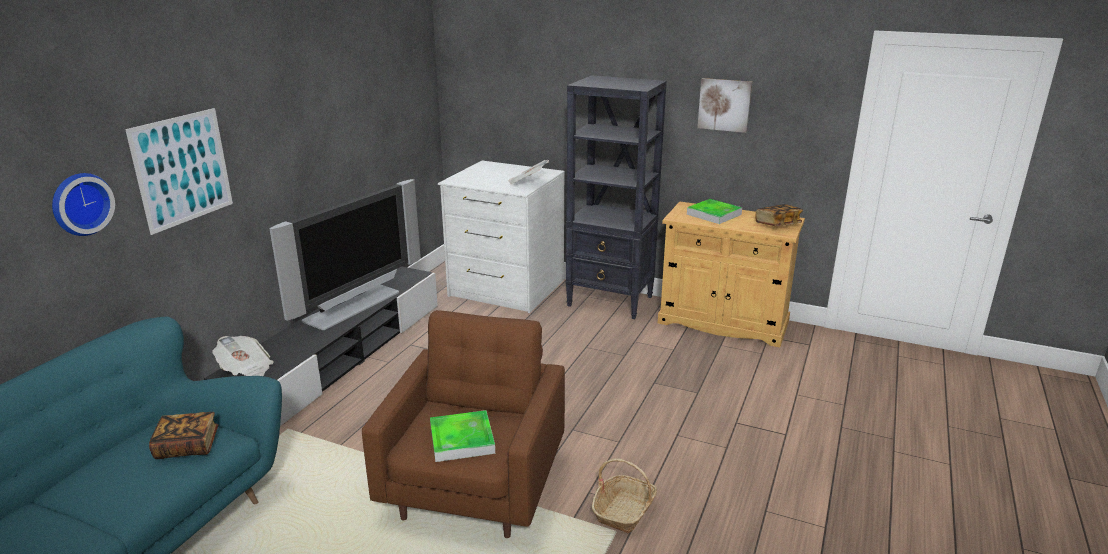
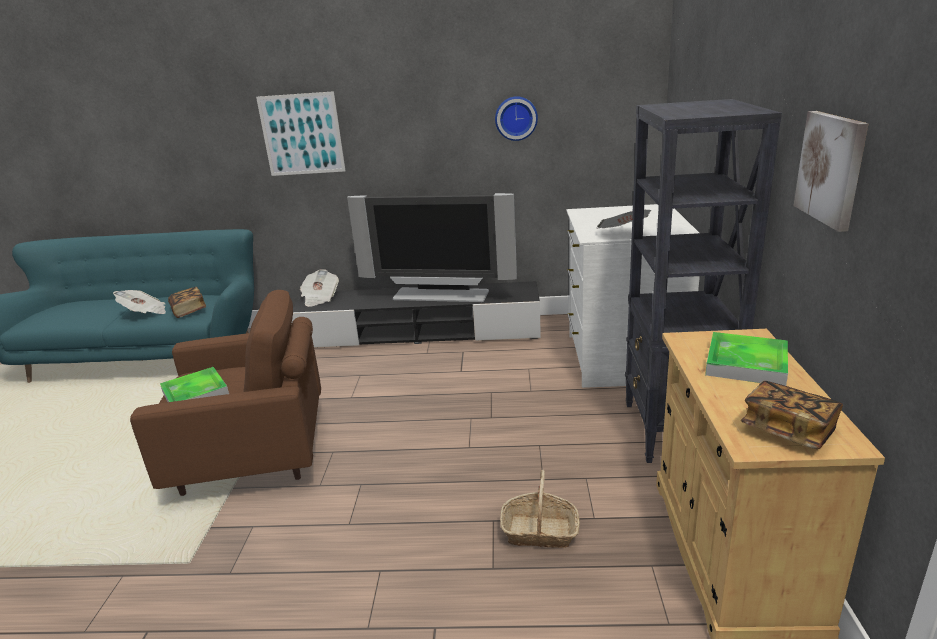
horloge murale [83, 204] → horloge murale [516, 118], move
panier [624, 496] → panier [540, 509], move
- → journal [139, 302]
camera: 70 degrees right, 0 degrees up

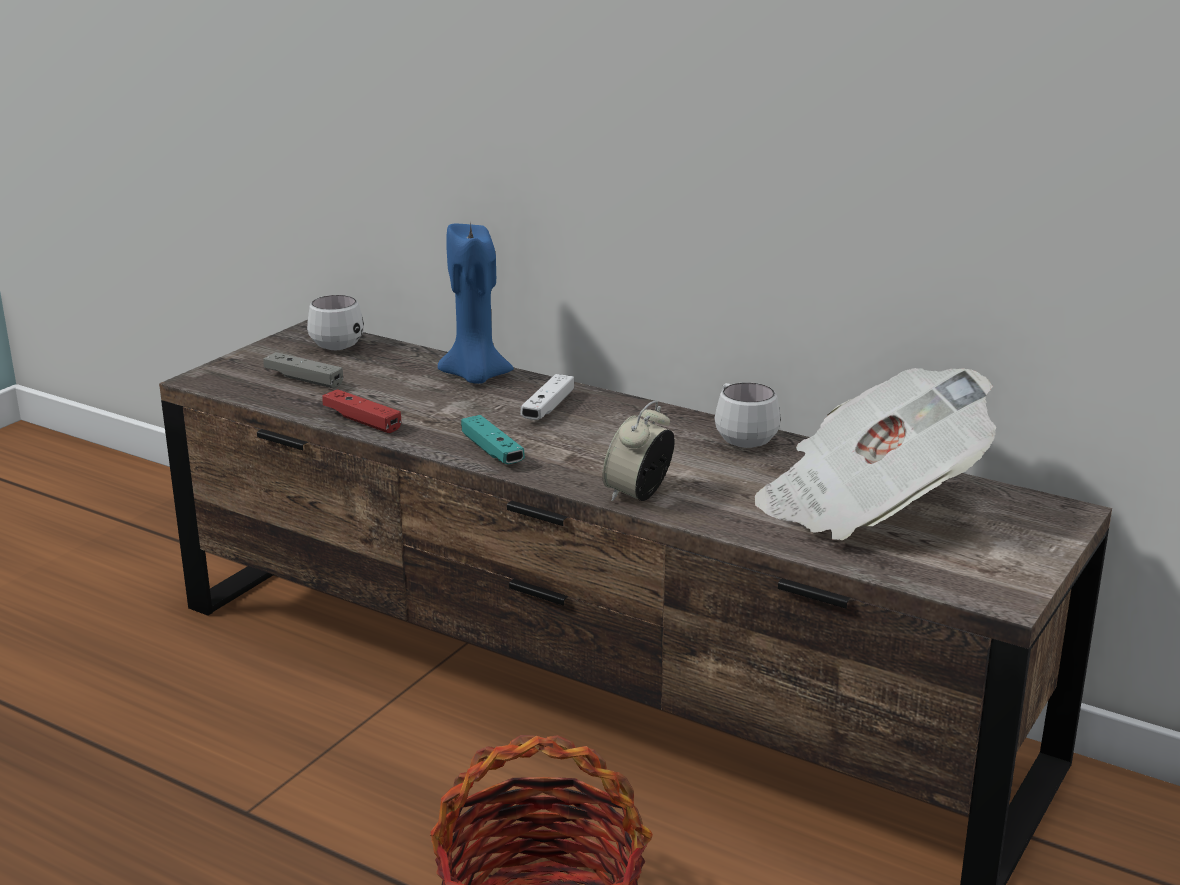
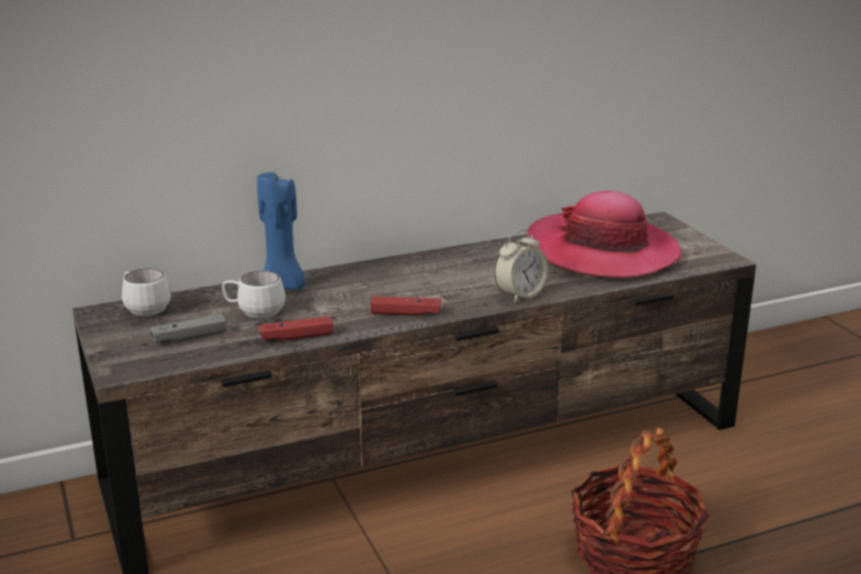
manette/turquoise [493, 439] → manette/rouge [406, 306]
manette/blanc [547, 397] → -
réveil [638, 451] → réveil [521, 266], 105 degrees counterclockwise
mug/blanc [748, 415] → mug/blanc [254, 295], move
journal [875, 454] → chapeau [604, 234]
camera: 55 degrees left, 0 degrees up

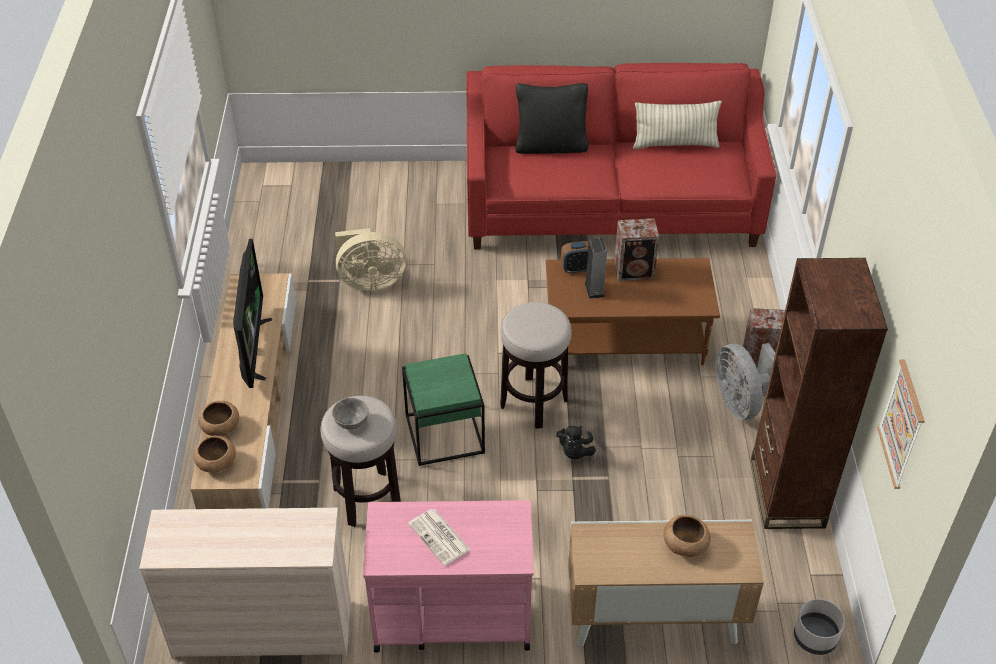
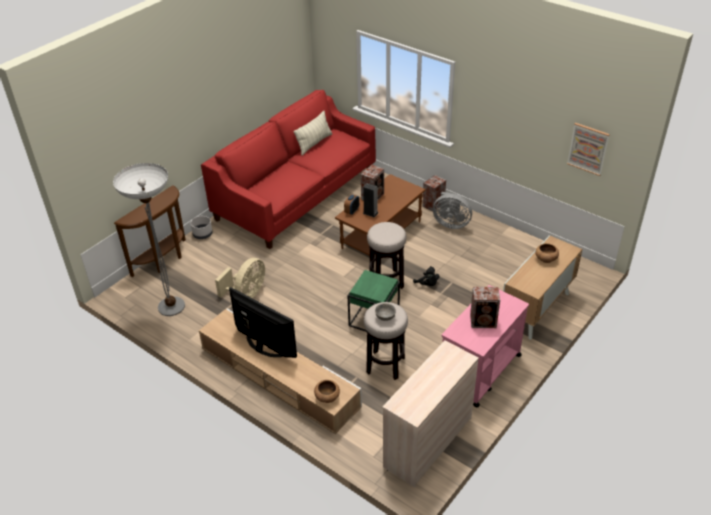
bol/marron [218, 418] → -
journal [439, 537] → enceinte [485, 307]
coussin/noir [551, 118] → -
bibliothèque/marron [819, 393] → -
cache-pot/gris [819, 627] → cache-pot/gris [202, 227], move
- → lampadaire [149, 239]
- → table console/marron [150, 231]
camera: 50 degrees left, 5 degrees down

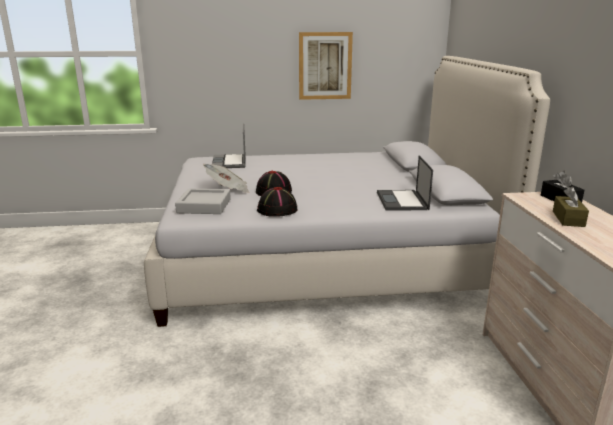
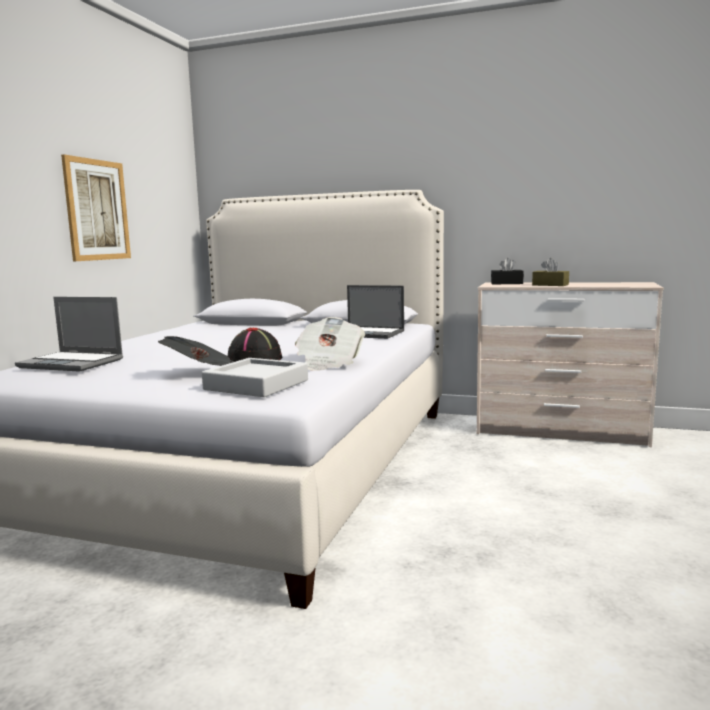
chapeau/noir [277, 202] → journal [330, 344]
camera: 65 degrees left, 10 degrees down

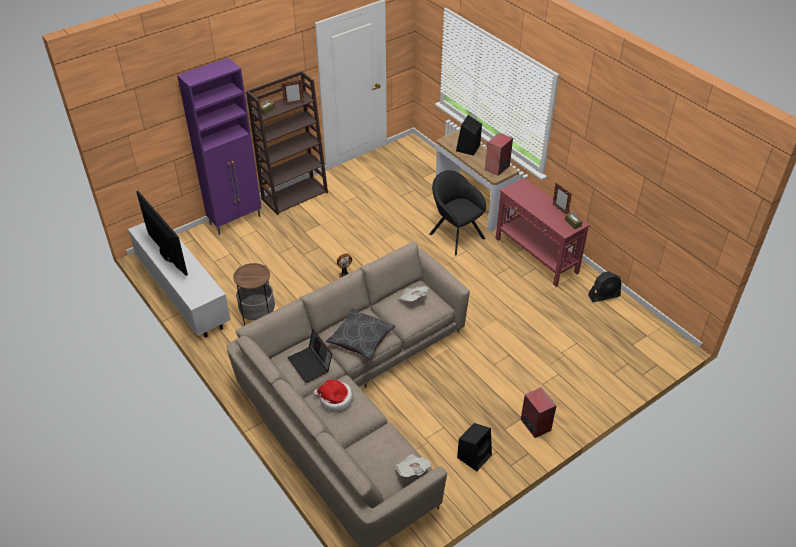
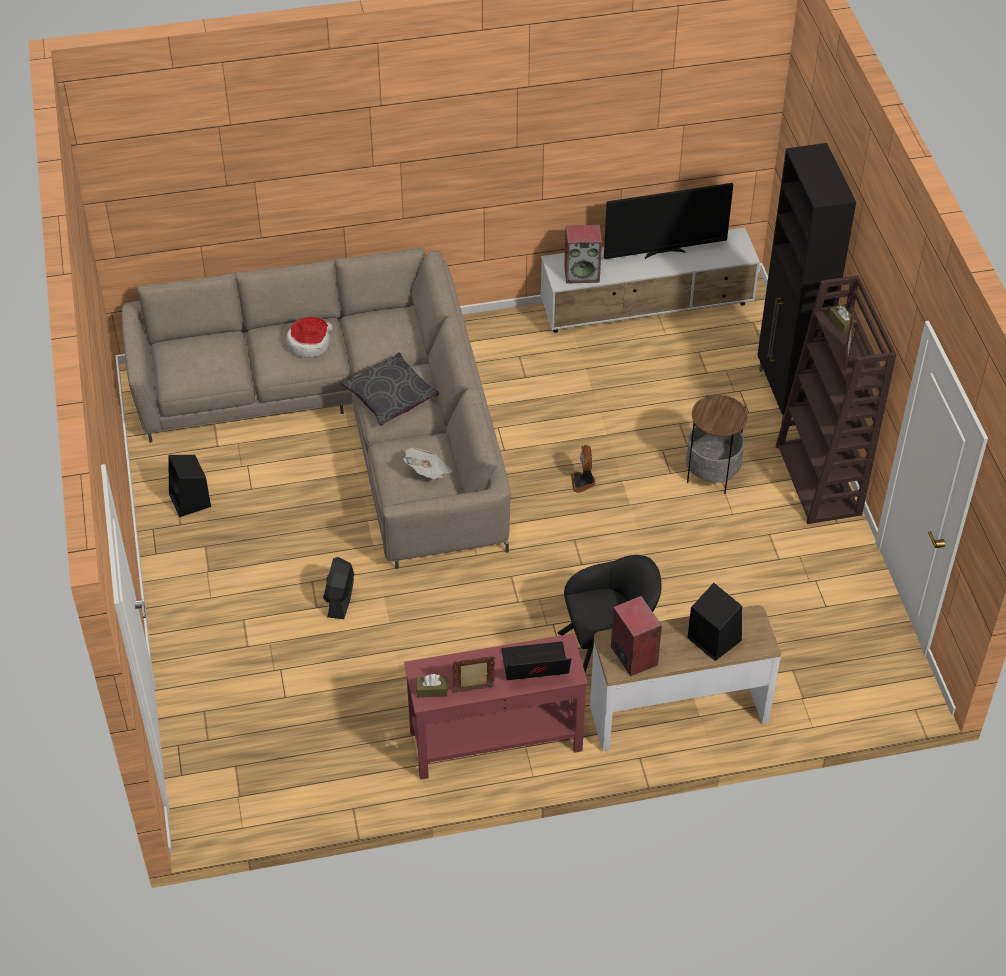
meuble de rangement/violet [219, 146] → meuble de rangement/noir [806, 283]
table d'appoint [254, 294] → table d'appoint [717, 444], move
ordinateur portable [309, 356] → ordinateur portable [536, 660], move
journal [413, 465] → -
enceinte [538, 412] → enceinte [583, 254], move
ventilateur/noir [605, 286] → ventilateur/noir [338, 588], move
camera: 115 degrees right, 5 degrees up

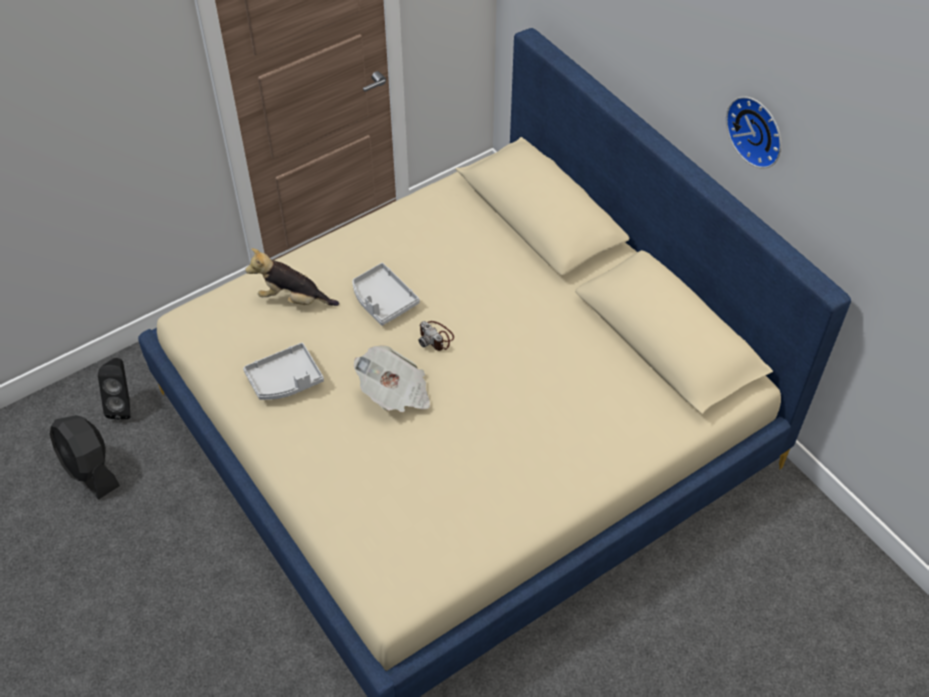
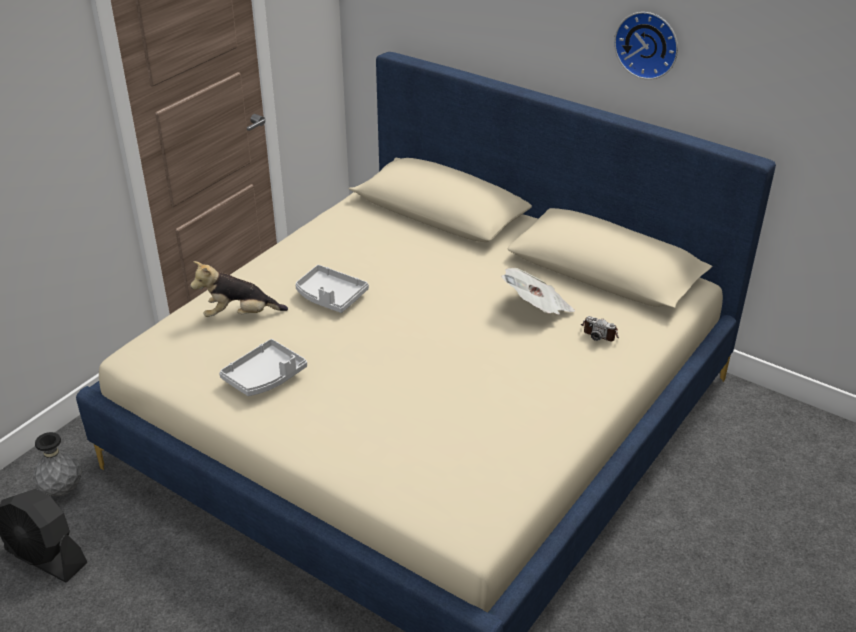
enceinte/noir [114, 389] → vase/gris [57, 464]
journal [392, 378] → journal [538, 291], move
appareil photo [436, 336] → appareil photo [600, 328], move
camera: 20 degrees left, 15 degrees down

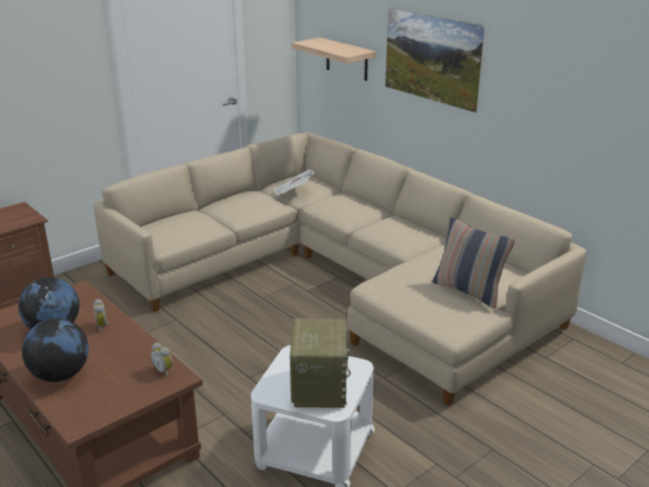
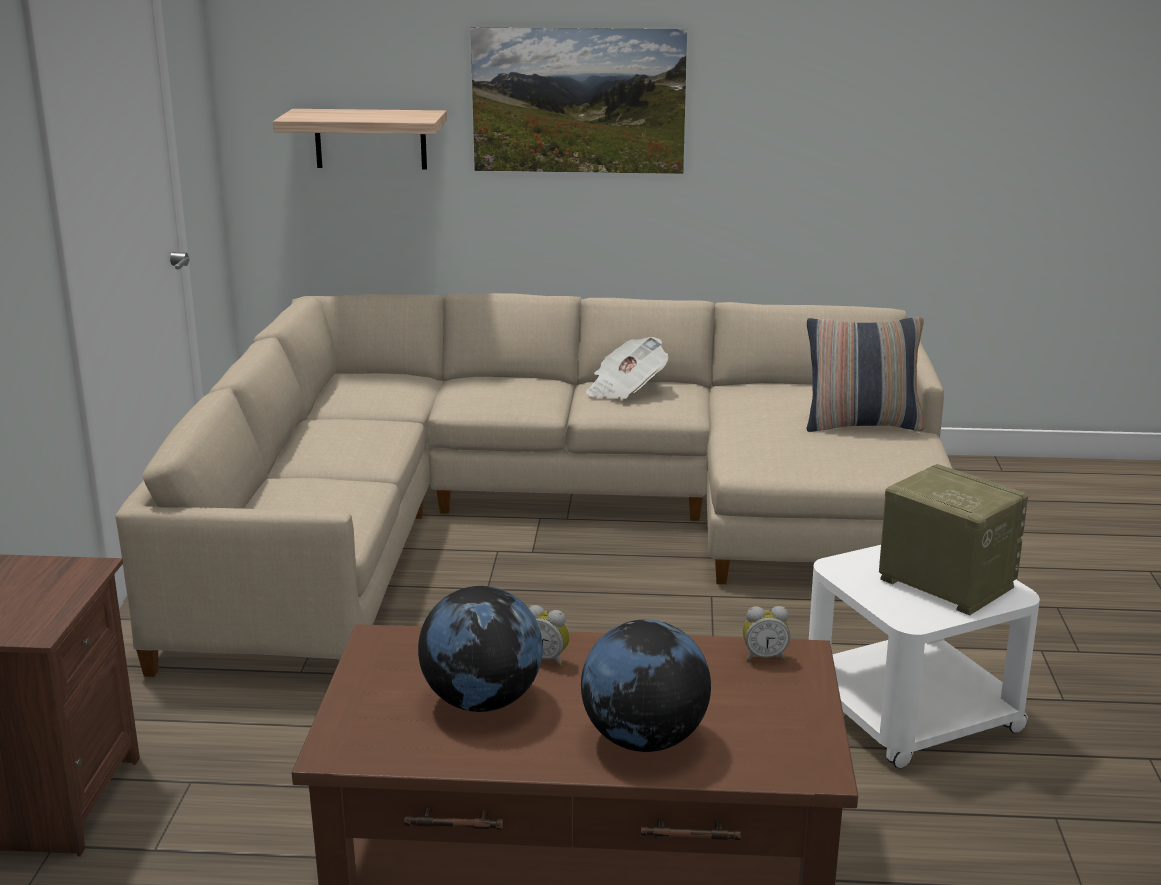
journal [294, 182] → journal [627, 368], move
camera: 45 degrees left, 5 degrees down

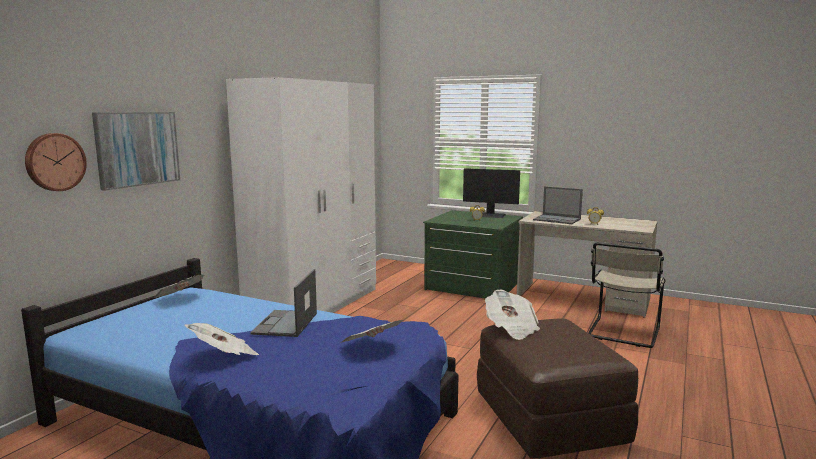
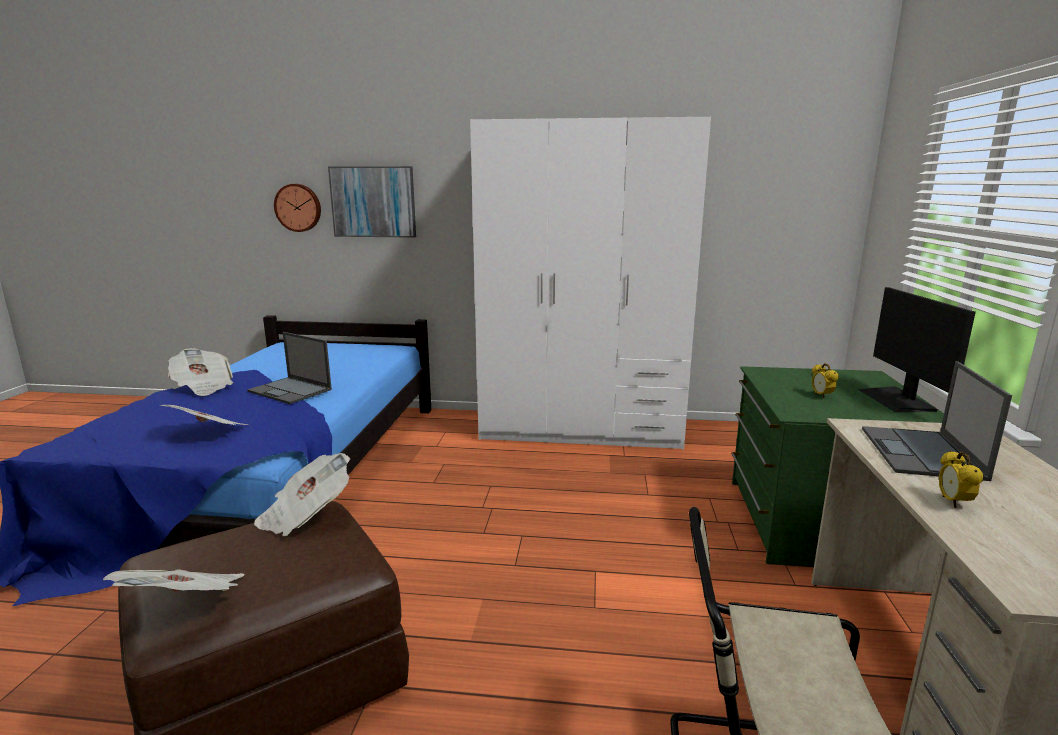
journal [179, 286] → journal [174, 580], move
ordinateur portable [283, 303] → ordinateur portable [289, 368], 135 degrees counterclockwise
camera: 70 degrees right, 5 degrees up

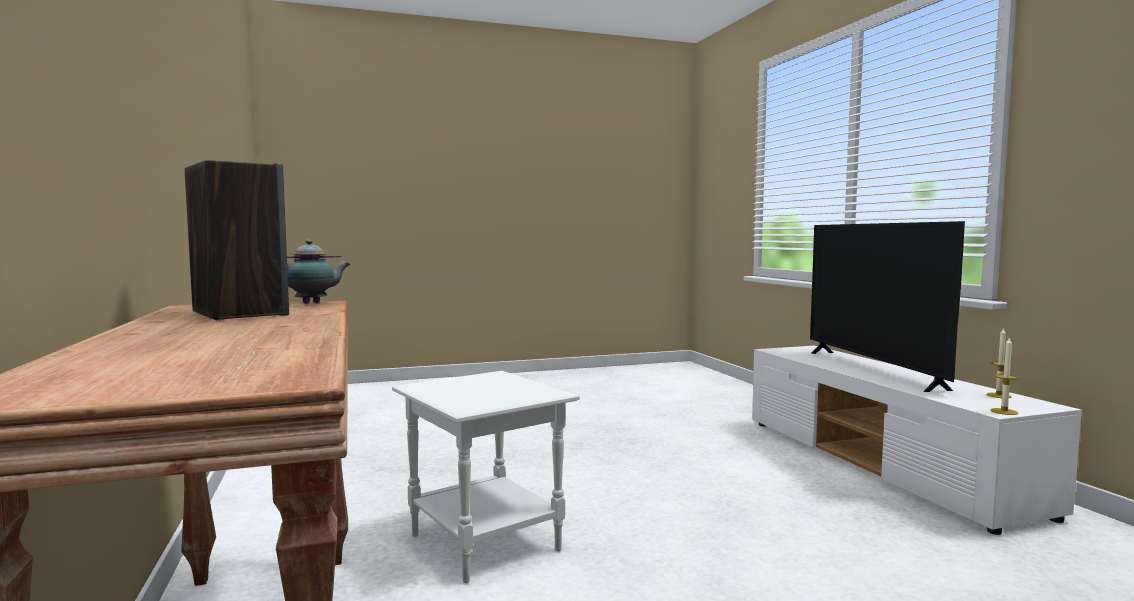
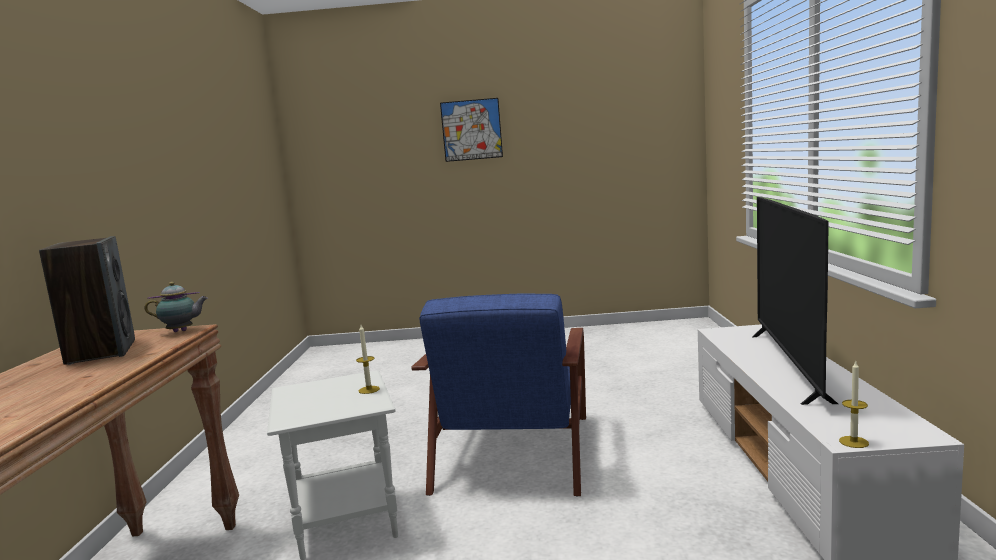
bougie [999, 363] → bougie [368, 359], move
- → fauteuil/bleu [498, 395]
- → tableau [471, 130]
camera: 20 degrees right, 5 degrees up

